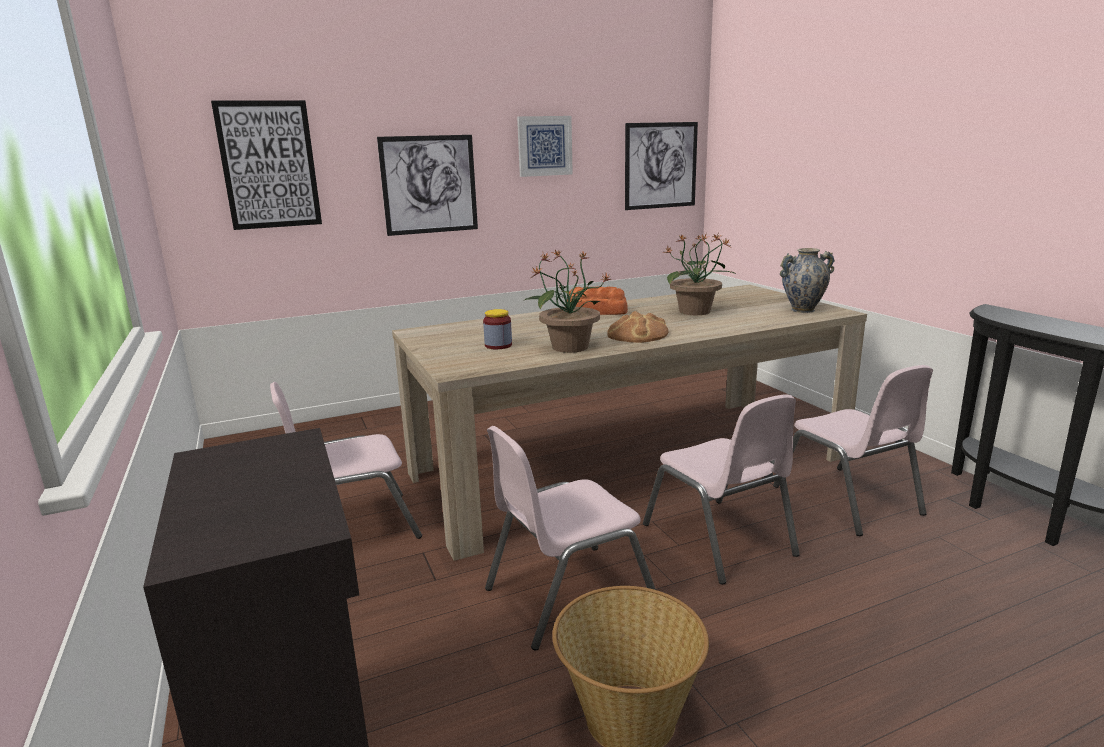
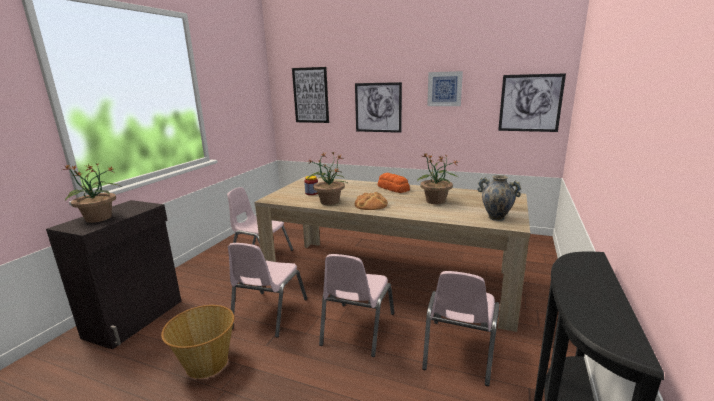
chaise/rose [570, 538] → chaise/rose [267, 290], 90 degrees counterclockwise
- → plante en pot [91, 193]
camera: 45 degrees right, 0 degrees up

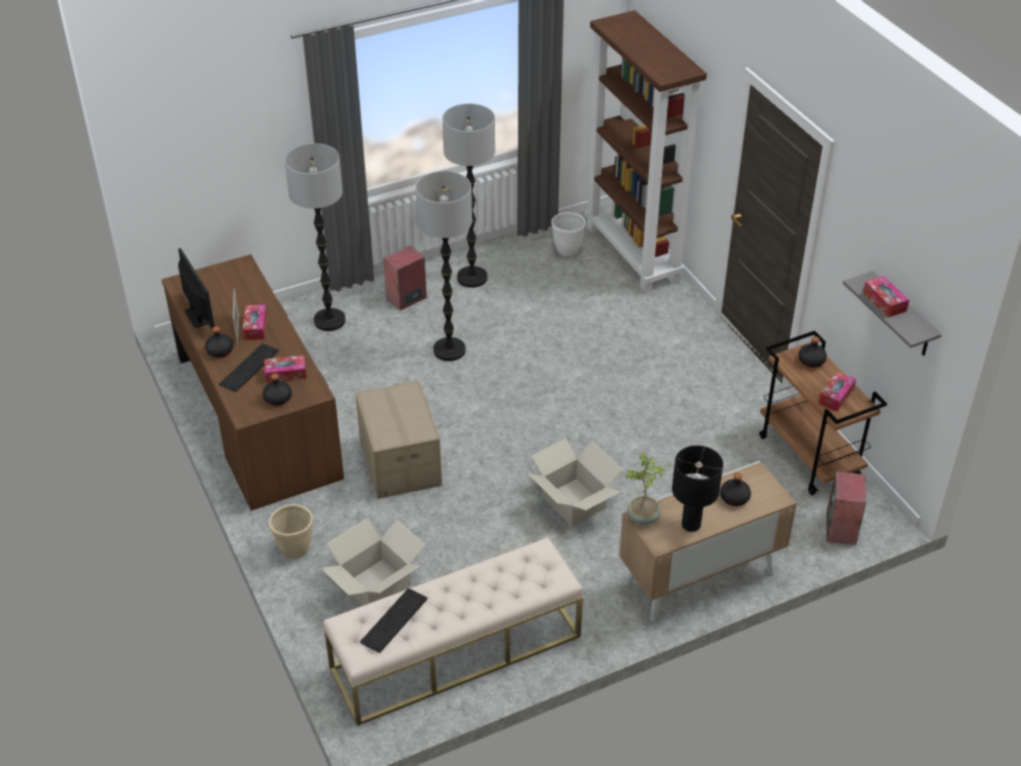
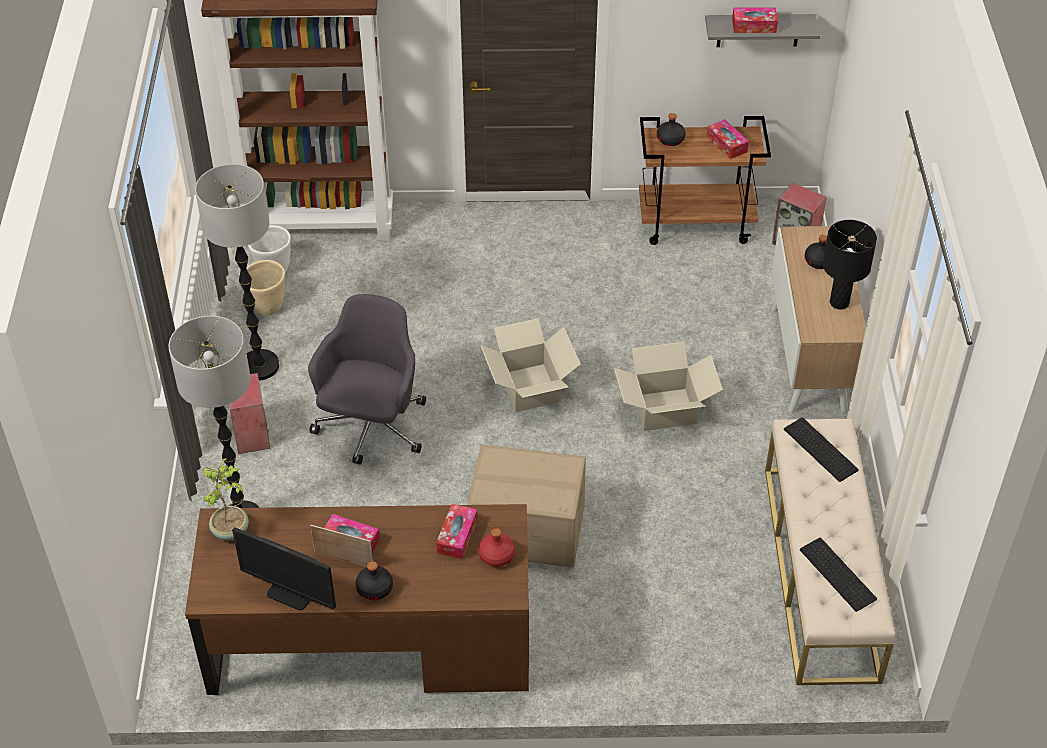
écran d'ordinateur [196, 288] → écran d'ordinateur [284, 569], 150 degrees counterclockwise
clavier [249, 368] → clavier [821, 449], move
bouteille/noir [277, 389] → bouteille/rouge [496, 547]
cache-pot/beige [291, 531] → cache-pot/beige [265, 288], move
carton [373, 562] → carton [530, 365], move
lampadaire [443, 266] → chaise de bureau/gris [367, 379]
plante en pot [648, 488] → plante en pot [226, 499], move
camera: 65 degrees left, 5 degrees up

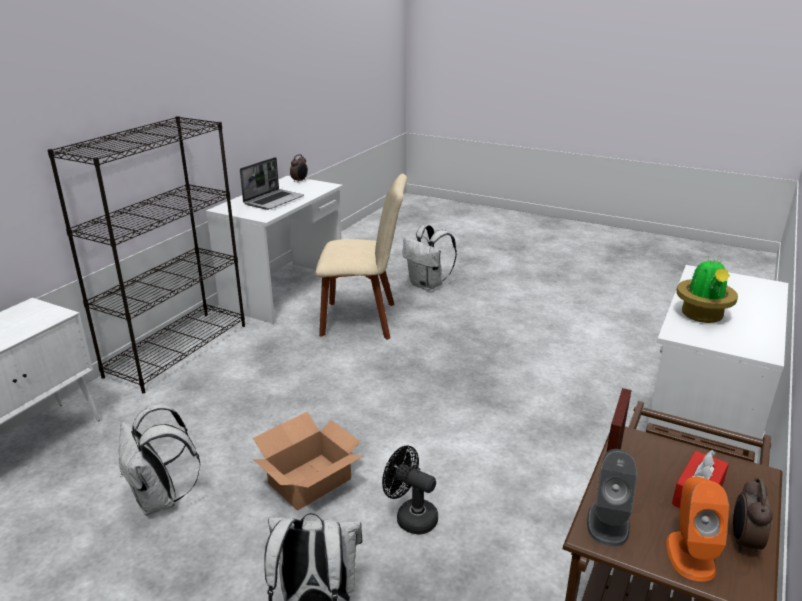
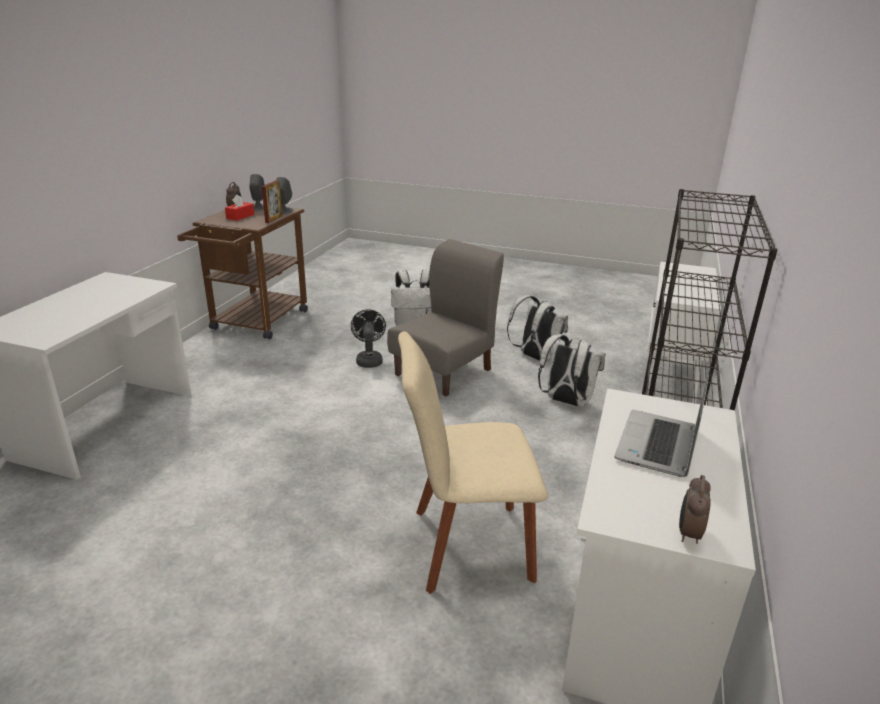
carton [308, 461] → chaise/gris [445, 317]
ventilateur/noir [410, 490] → ventilateur/noir [368, 338], 120 degrees counterclockwise
sac à dos/blanc [429, 258] → sac à dos/blanc [571, 370], move
enceinte/orange [697, 529] → enceinte/gris [257, 192]
plante en pot [707, 290] → -
camera: 170 degrees right, 0 degrees up

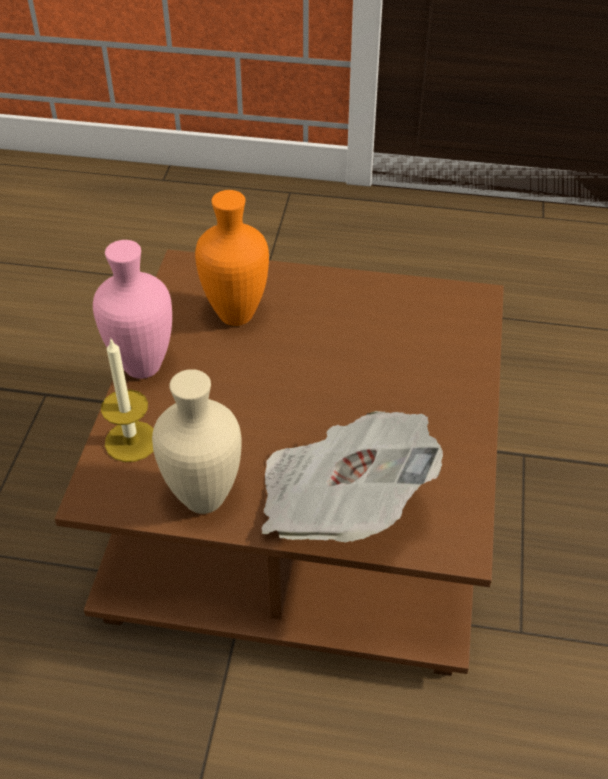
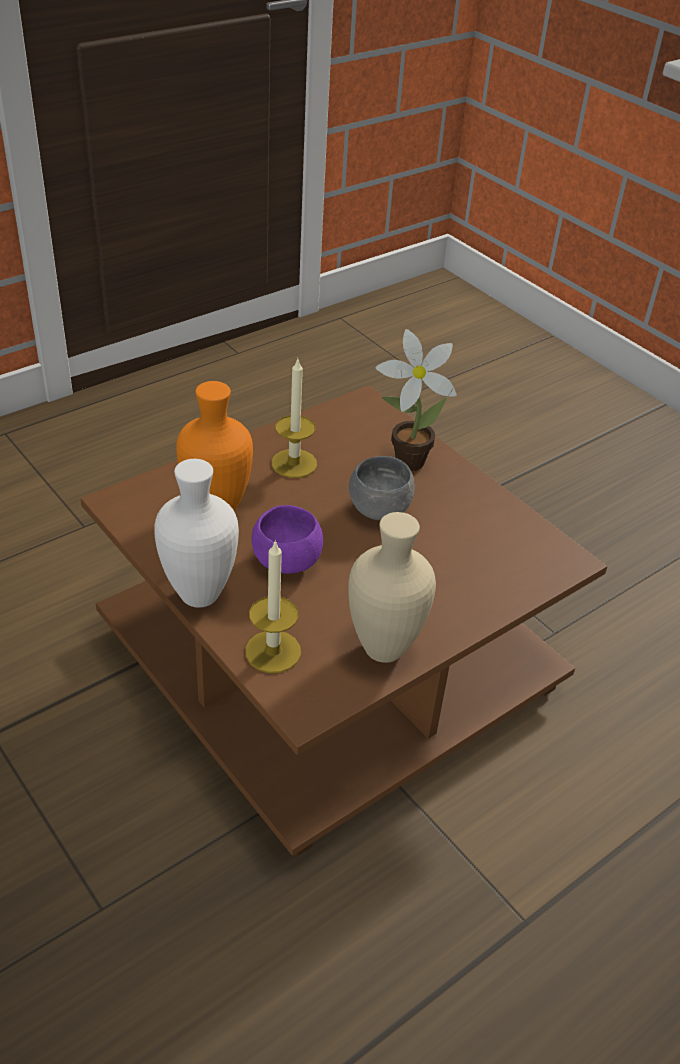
vase/rose [132, 309] → vase/blanc [196, 533]
journal [352, 477] → -
- → bol/violet [287, 539]
- → bougie [294, 418]
- → bol/gris [382, 488]
- → plante en pot [416, 400]
camera: 50 degrees left, 5 degrees down

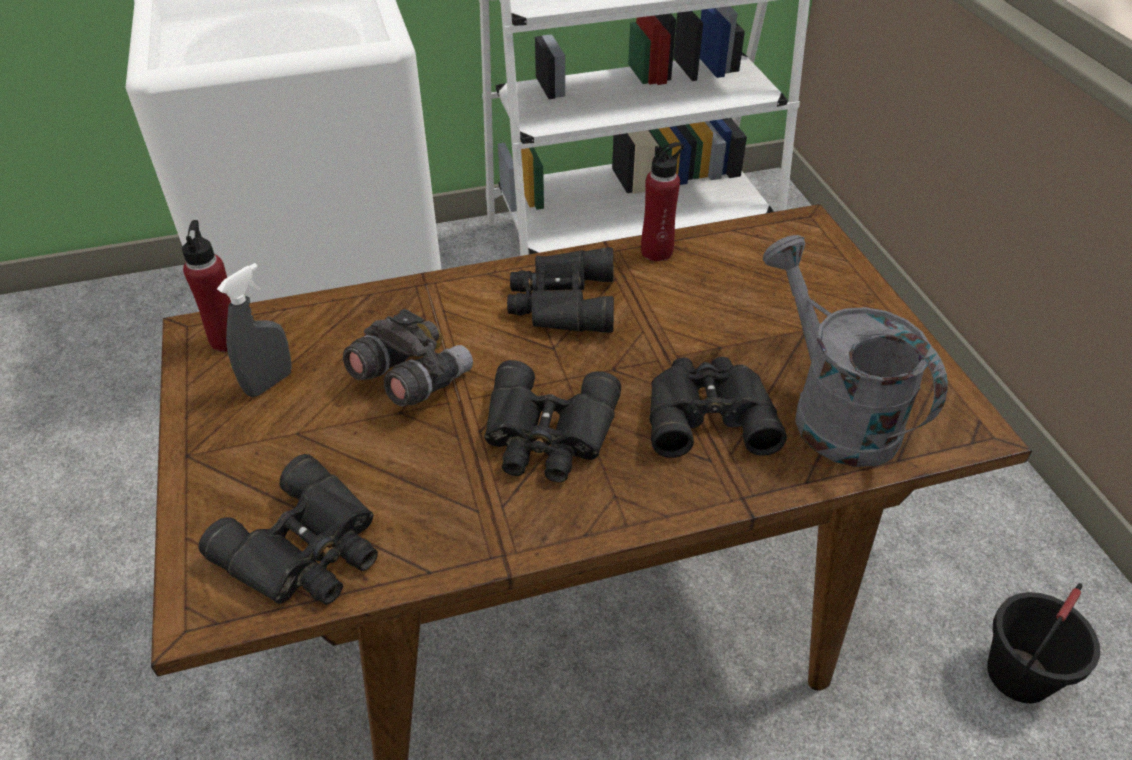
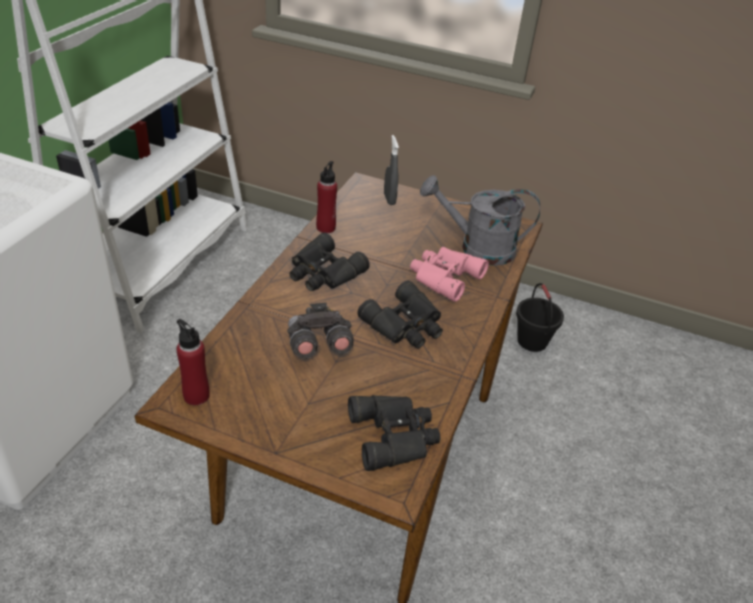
vaporisateur/gris [254, 330] → vaporisateur/gris [391, 170], move
jumelles/noir [718, 407] → jumelles/rose [449, 274]
camera: 55 degrees left, 5 degrees down

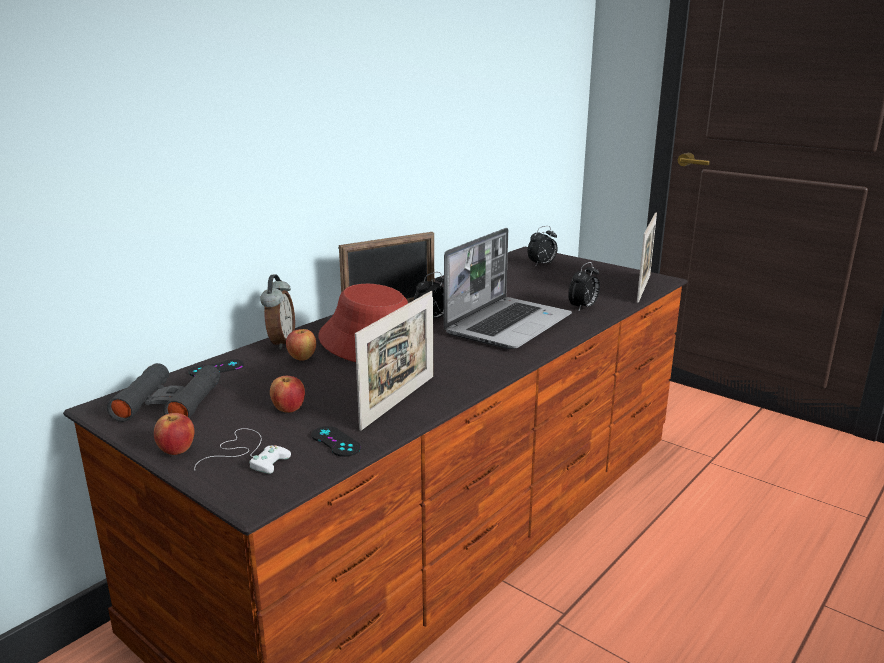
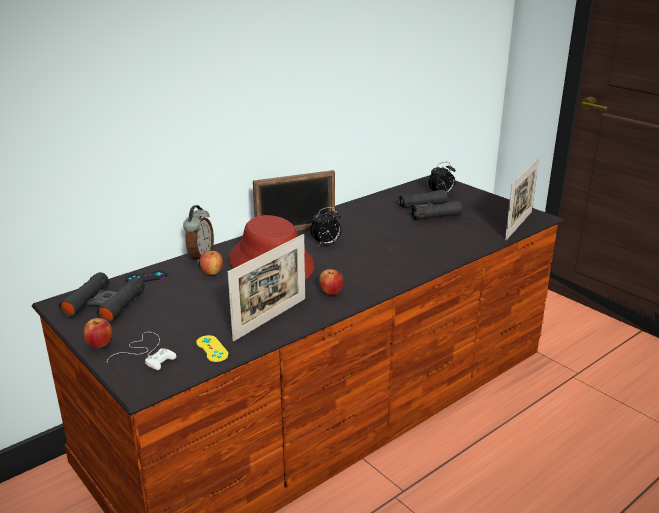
pomme [287, 394] → pomme [331, 282], move
manette/noir [336, 441] → manette/jaune [212, 348]
ordinateur portable [508, 288] → -
réveil [584, 286] → -
- → jumelles/noir [430, 205]
camera: 10 degrees right, 5 degrees up

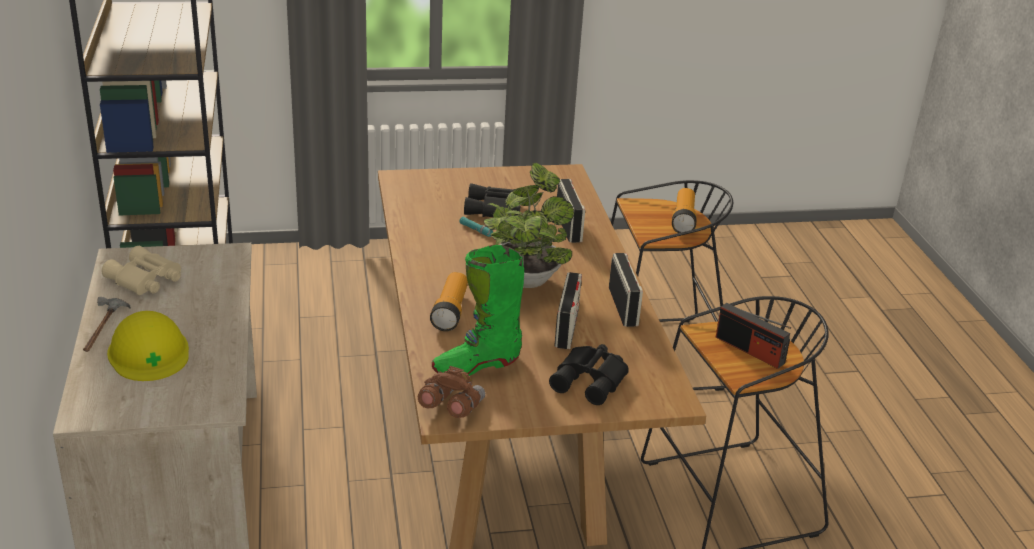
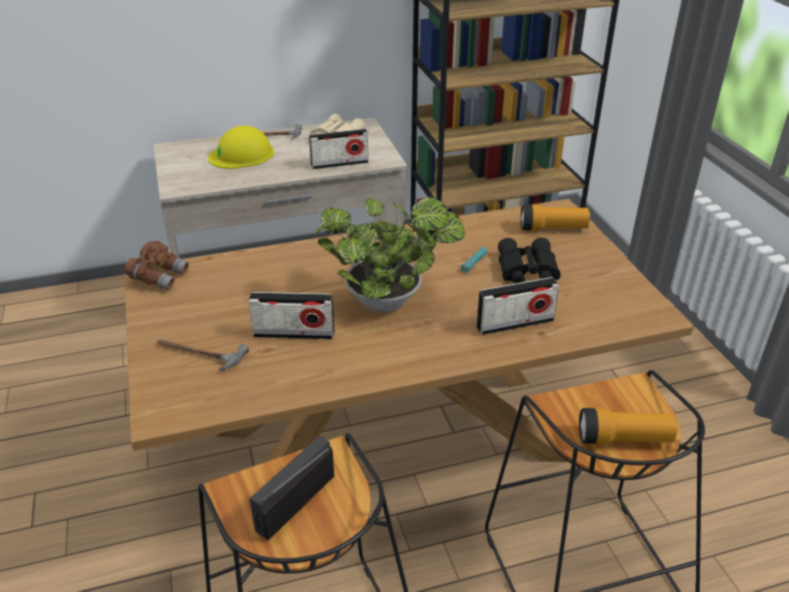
lampe de poche [449, 301] → lampe de poche [555, 217], move
botte/vert [478, 310] → -
jumelles/noir [589, 374] → marteau [203, 355]
radio [626, 290] → radio [339, 149], move
camera: 85 degrees right, 5 degrees up

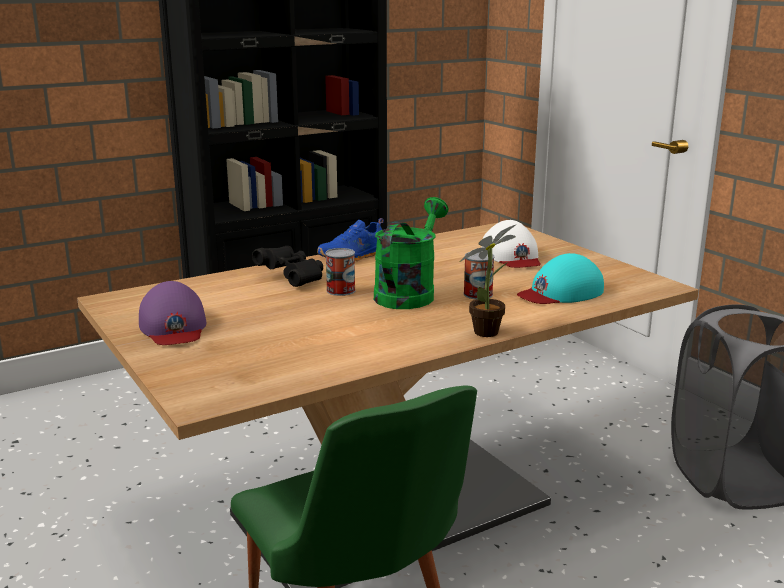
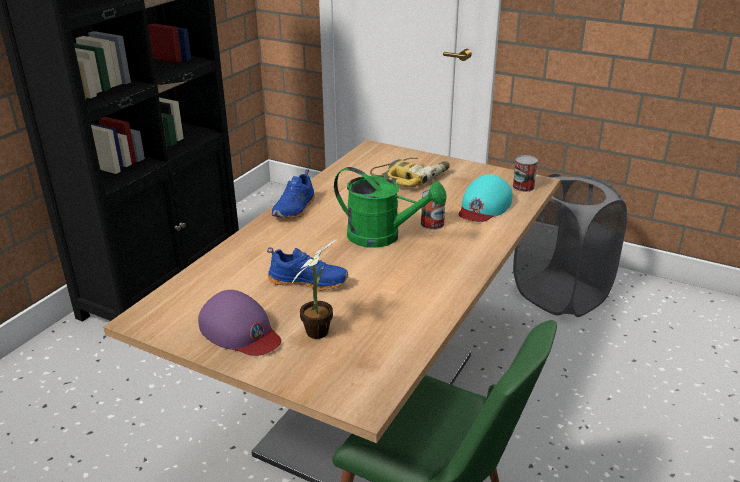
jumelles/noir [287, 266] → -
boîte métallique [340, 272] → boîte métallique [525, 173], move
arrosoir/vert [411, 253] → arrosoir/vert [390, 207], 120 degrees clockwise
plante en pot [488, 281] → plante en pot [314, 289], move
casquette/blanc [511, 244] → perceuse [410, 172]
- → chaussure/bleu [307, 269]
camera: 30 degrees left, 10 degrees up

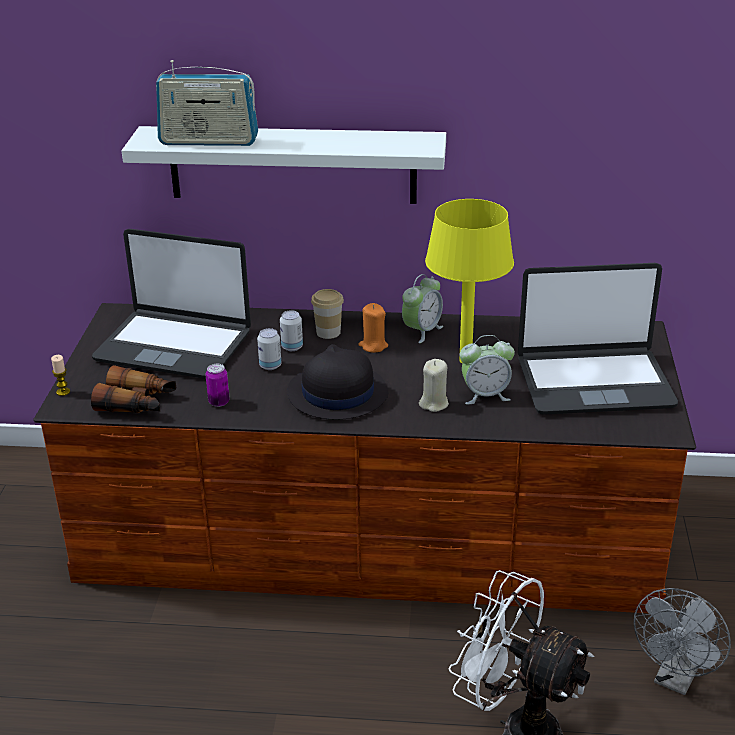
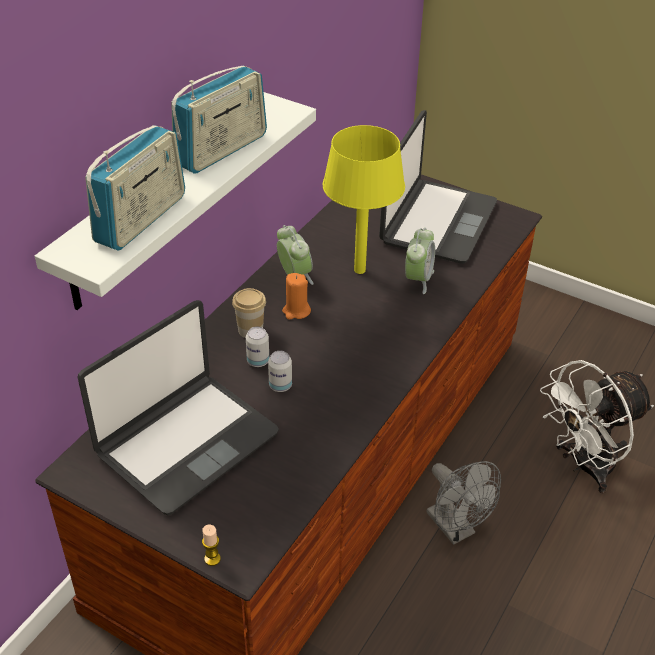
jumelles [133, 389] → -
boîte métallique [217, 385] → -
chapeau/noir [338, 382] → -
bougie/beige [434, 385] → -
ventilateur/gris [682, 641] → ventilateur/gris [463, 503], move
- → radio [219, 120]
camera: 65 degrees left, 10 degrees up

